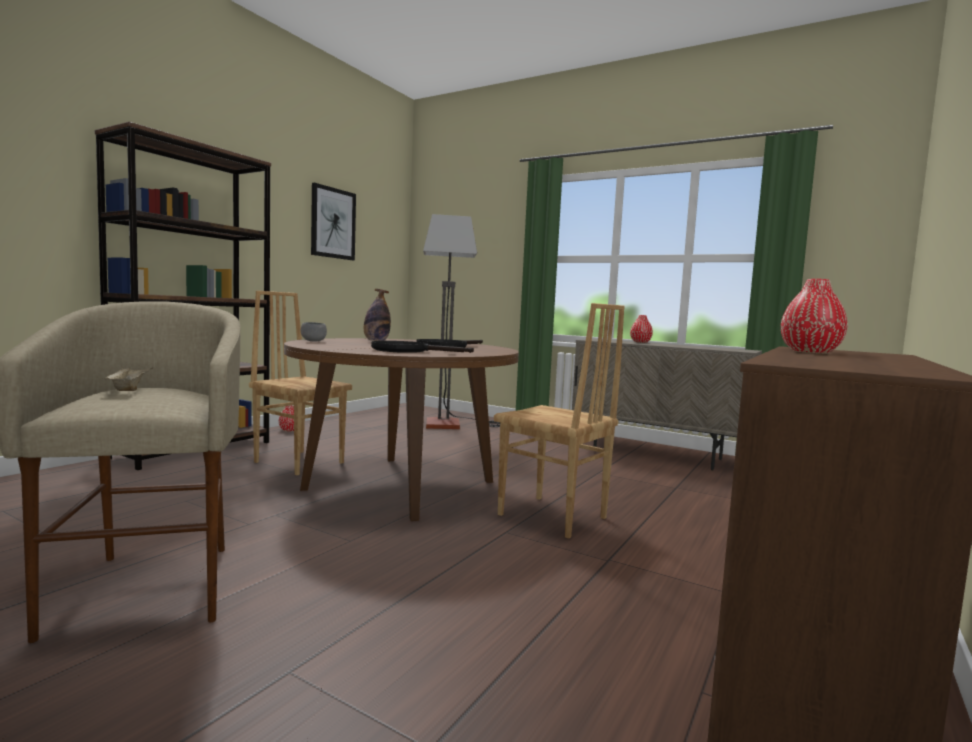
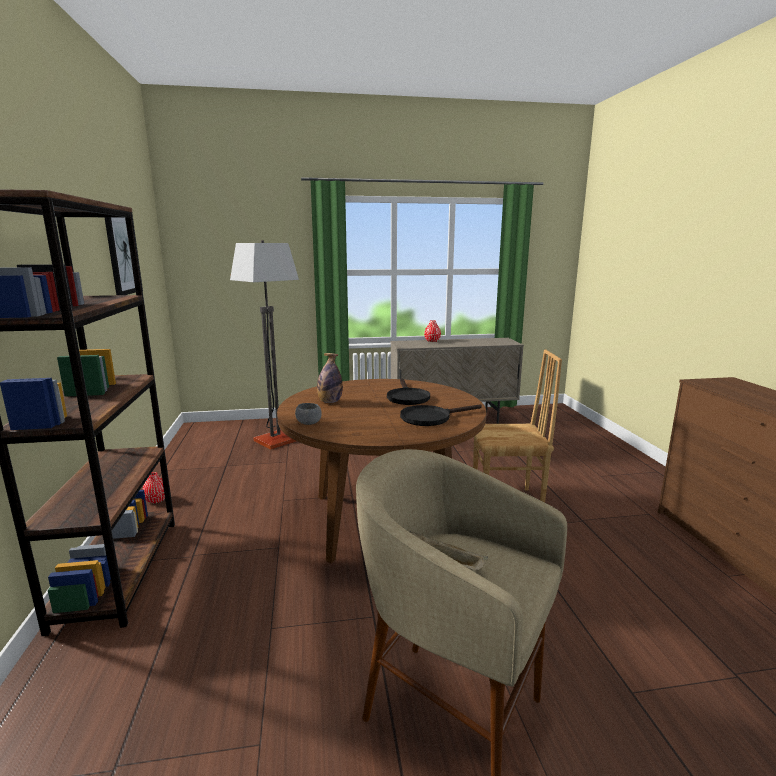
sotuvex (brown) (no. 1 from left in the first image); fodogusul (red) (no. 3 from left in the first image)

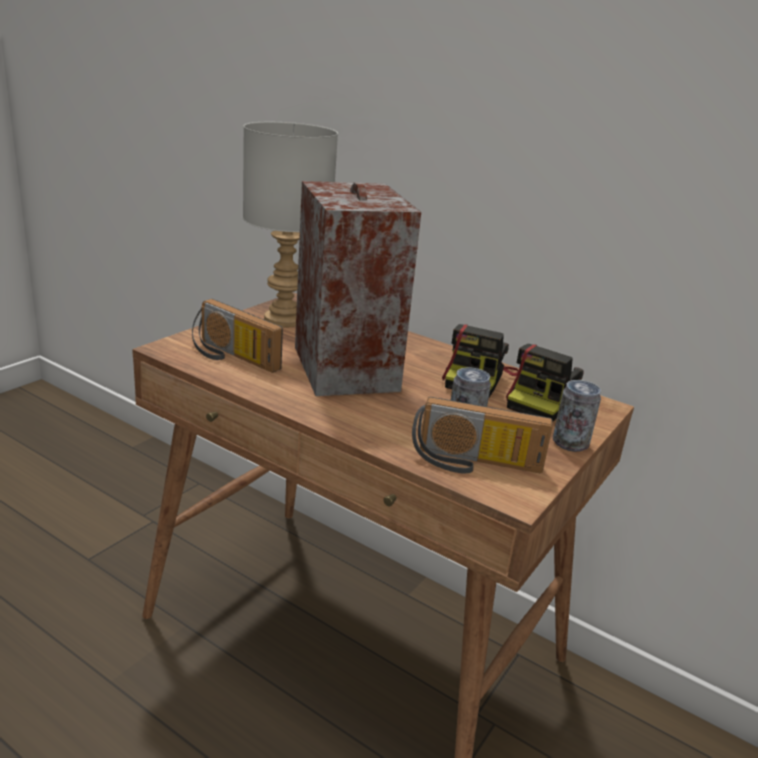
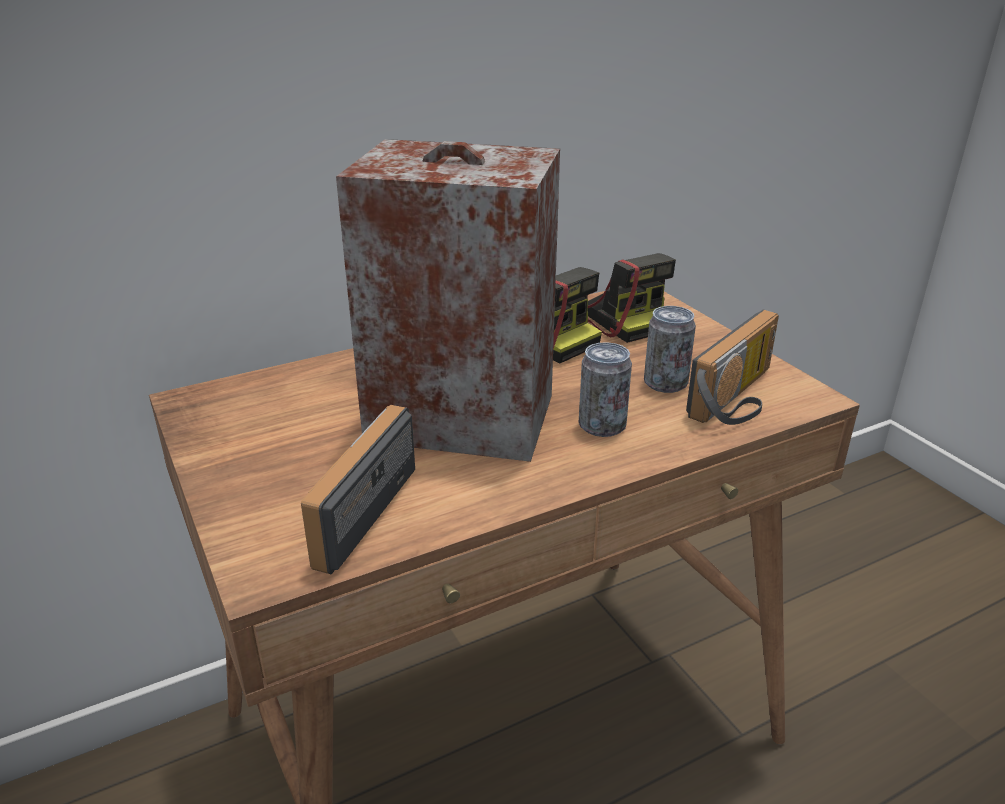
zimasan (no. 1 from left); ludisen (no. 1 from left); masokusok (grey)

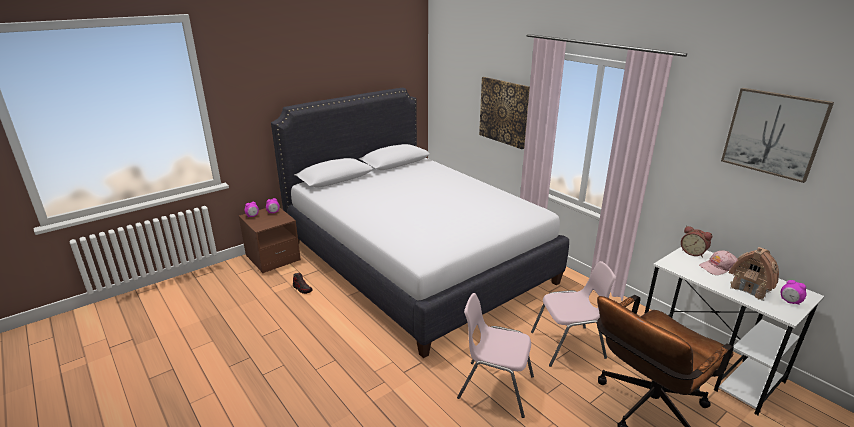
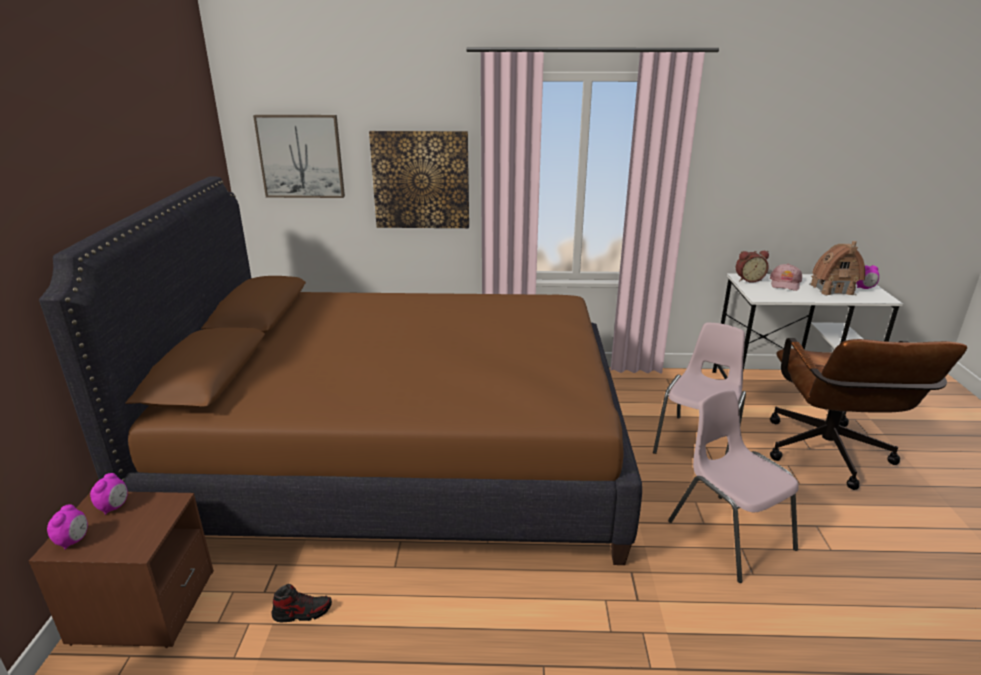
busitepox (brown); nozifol (no. 1 from left); sotuvex (pink) (no. 2 from left)

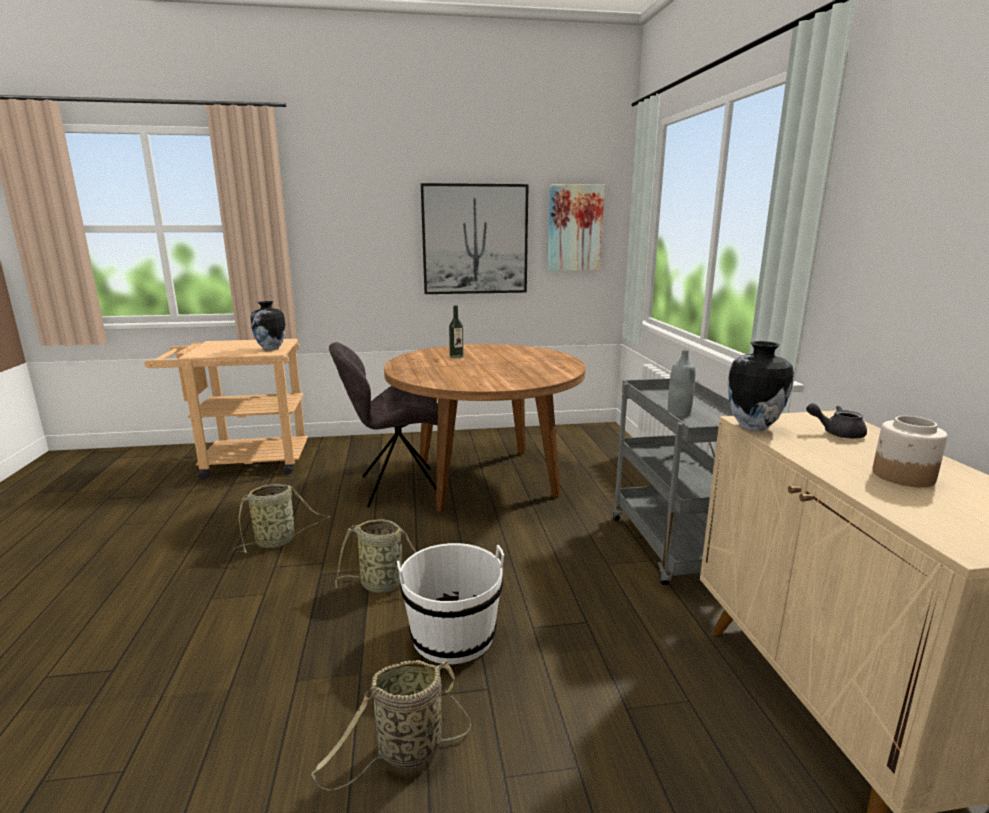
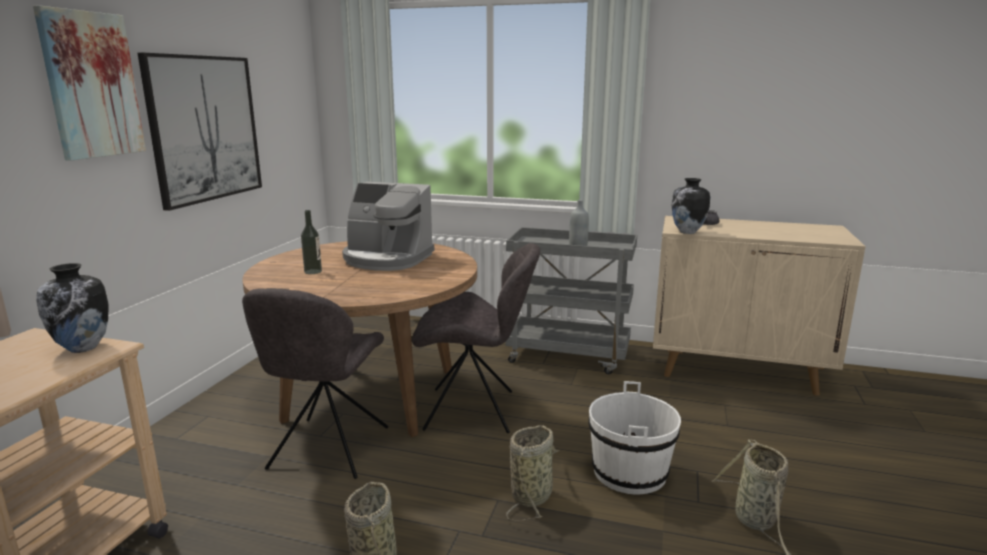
nozifol (no. 1 from left); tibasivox; sotuvex (grey) (no. 2 from left); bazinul

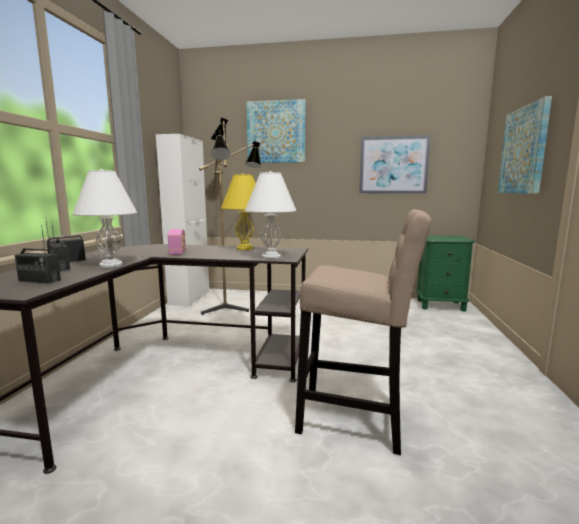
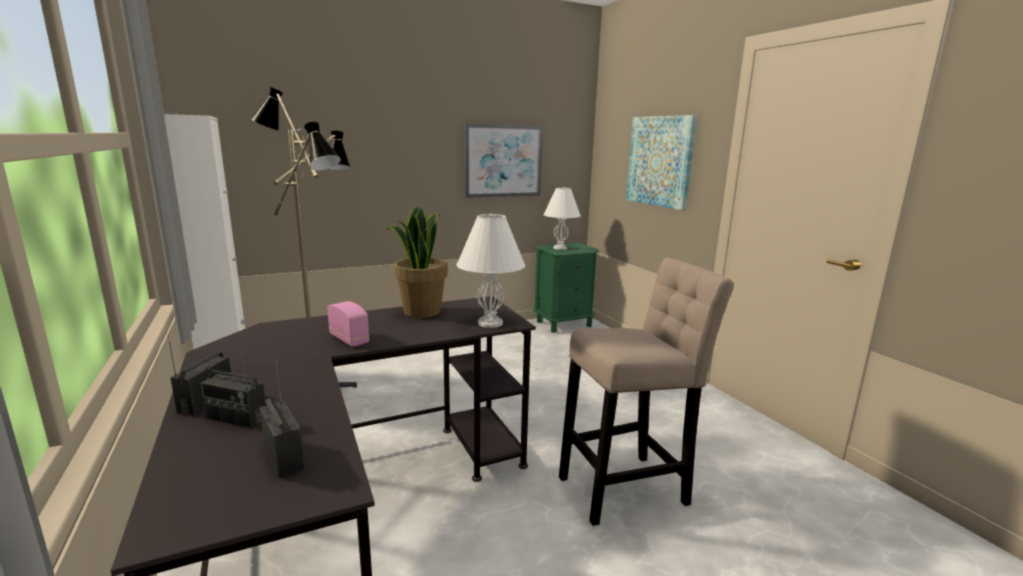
zimasan (no. 3 from left); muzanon; masokusok (white) (no. 2 from left); nozifol (no. 1 from left in the first image)

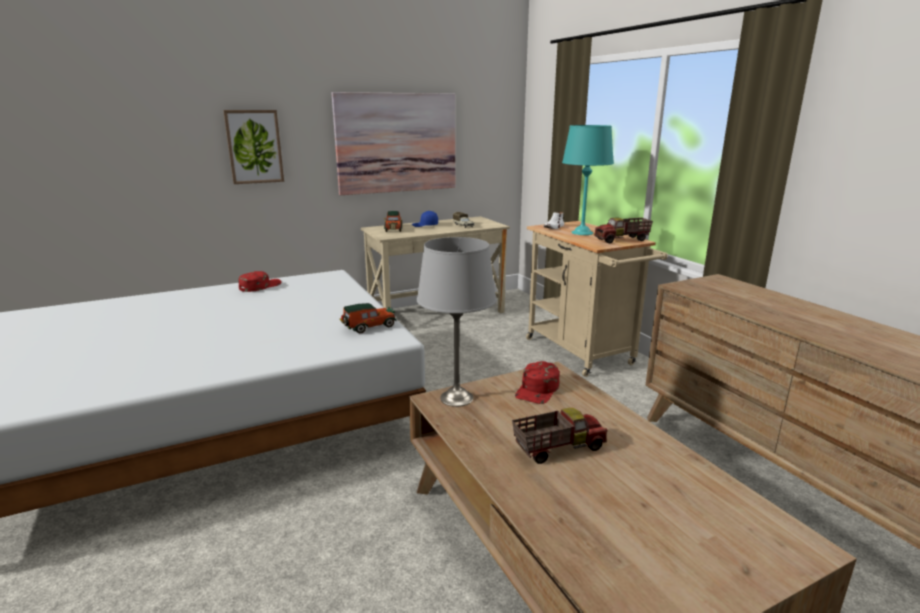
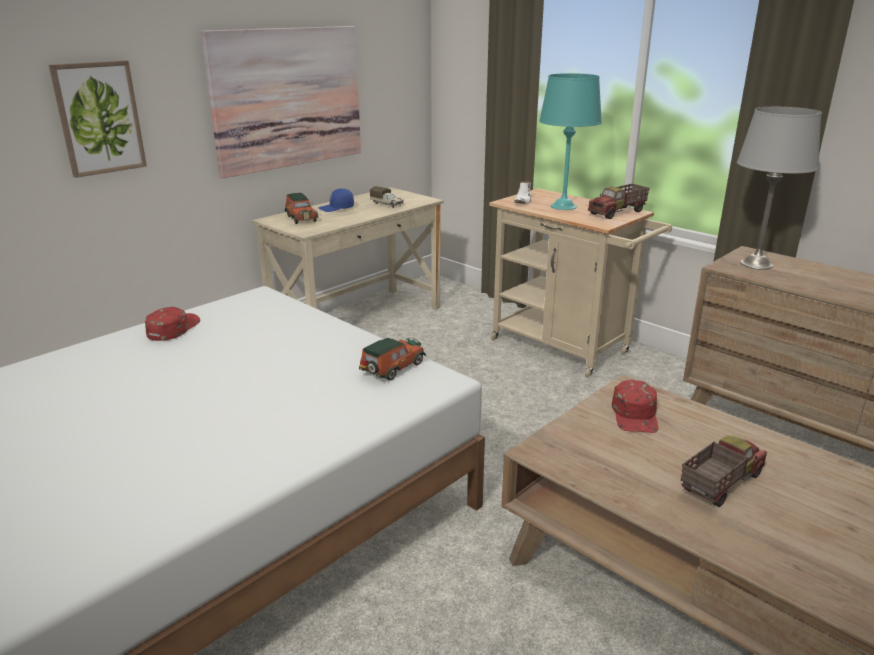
masokusok (grey)

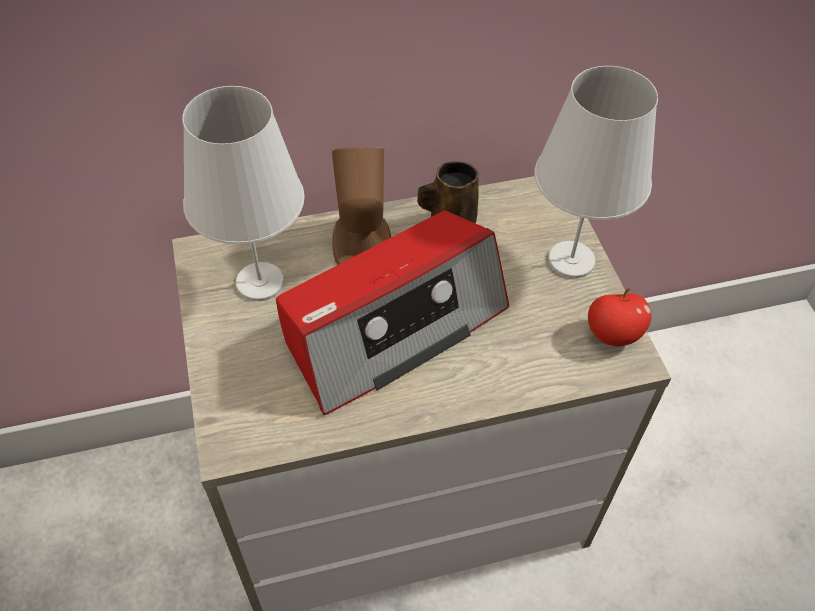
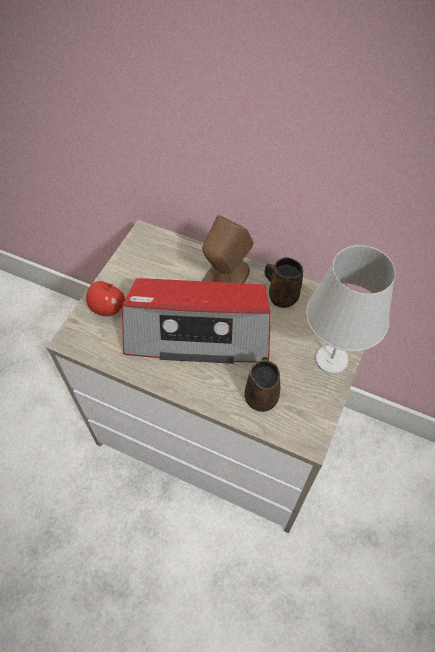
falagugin; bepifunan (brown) (no. 1 from left); masokusok (white) (no. 1 from left in the first image)

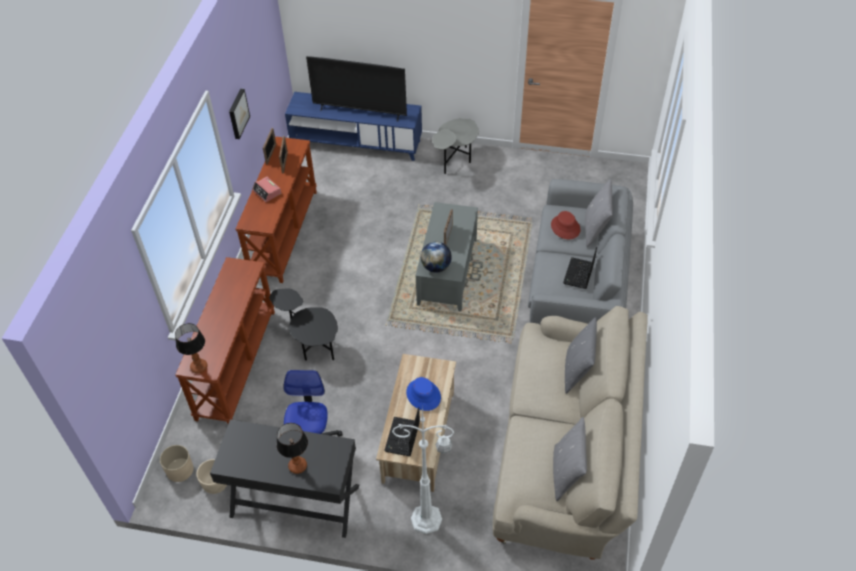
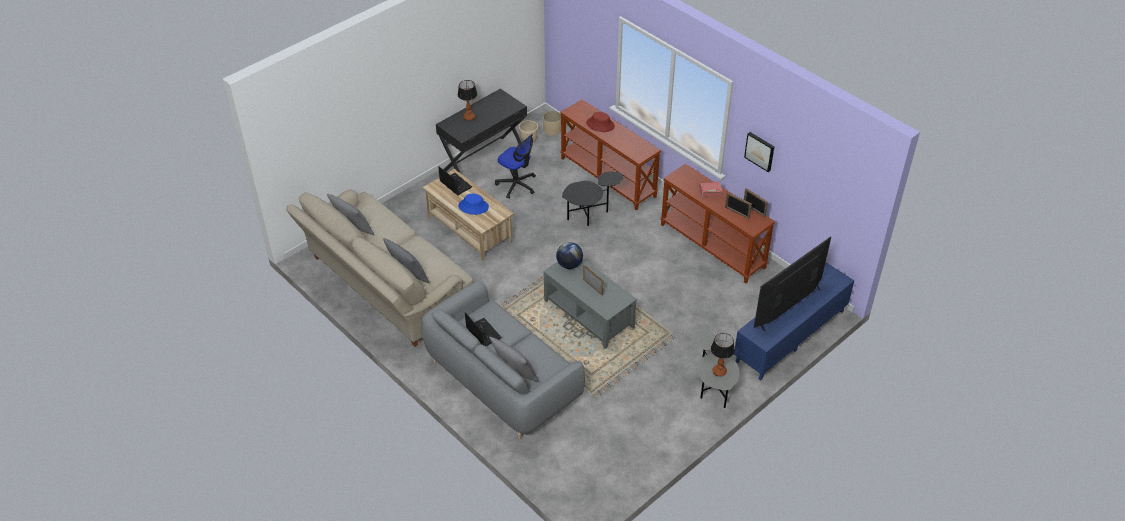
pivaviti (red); masokusok (no. 2 from left); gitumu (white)

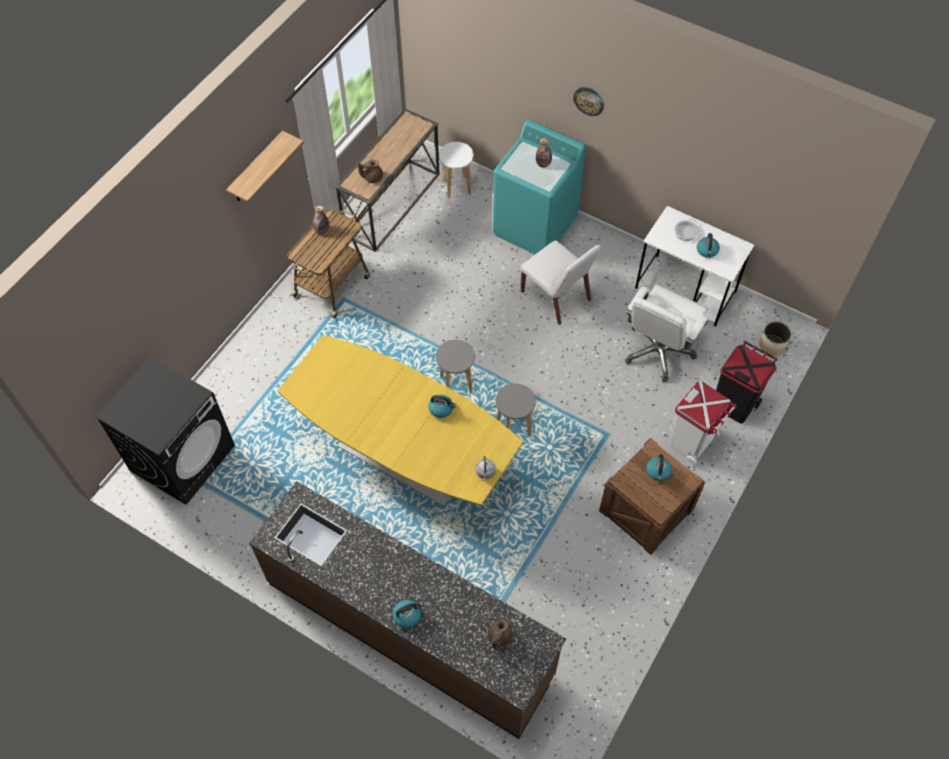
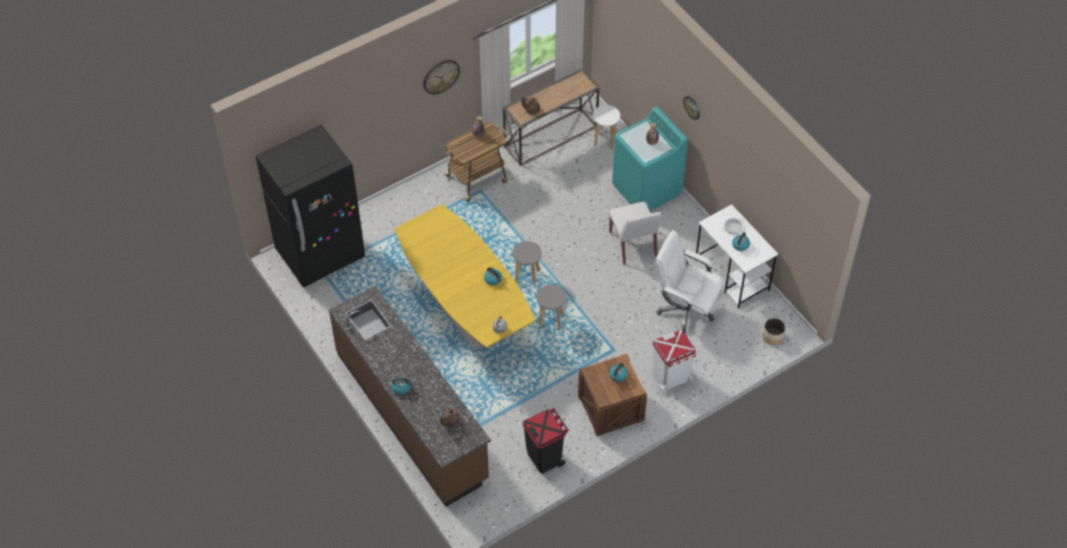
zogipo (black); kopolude (no. 1 from left); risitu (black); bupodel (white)

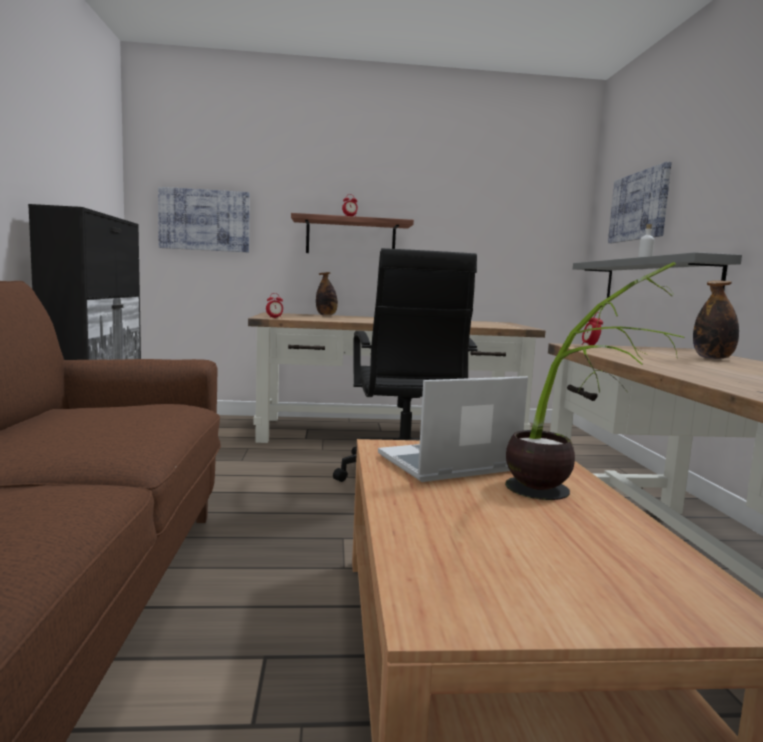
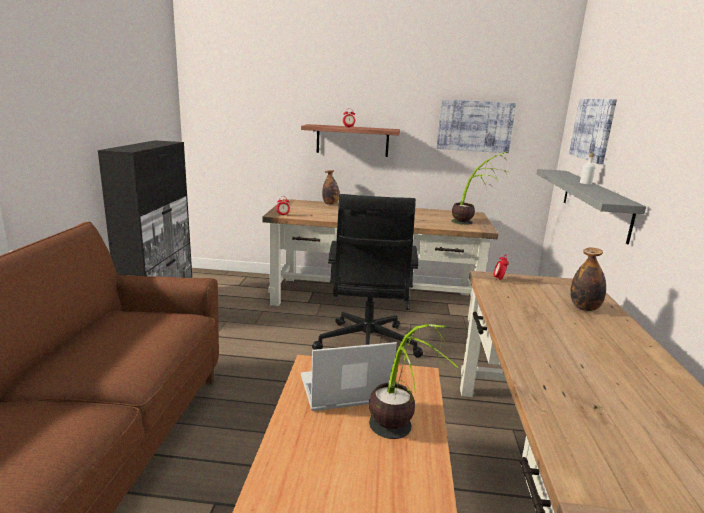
nozifol (no. 1 from left); muzanon (no. 2 from left)

